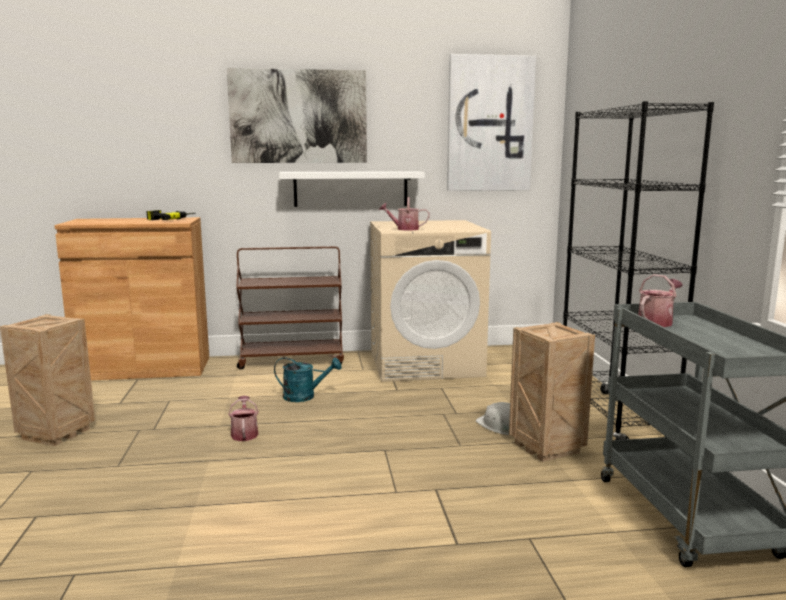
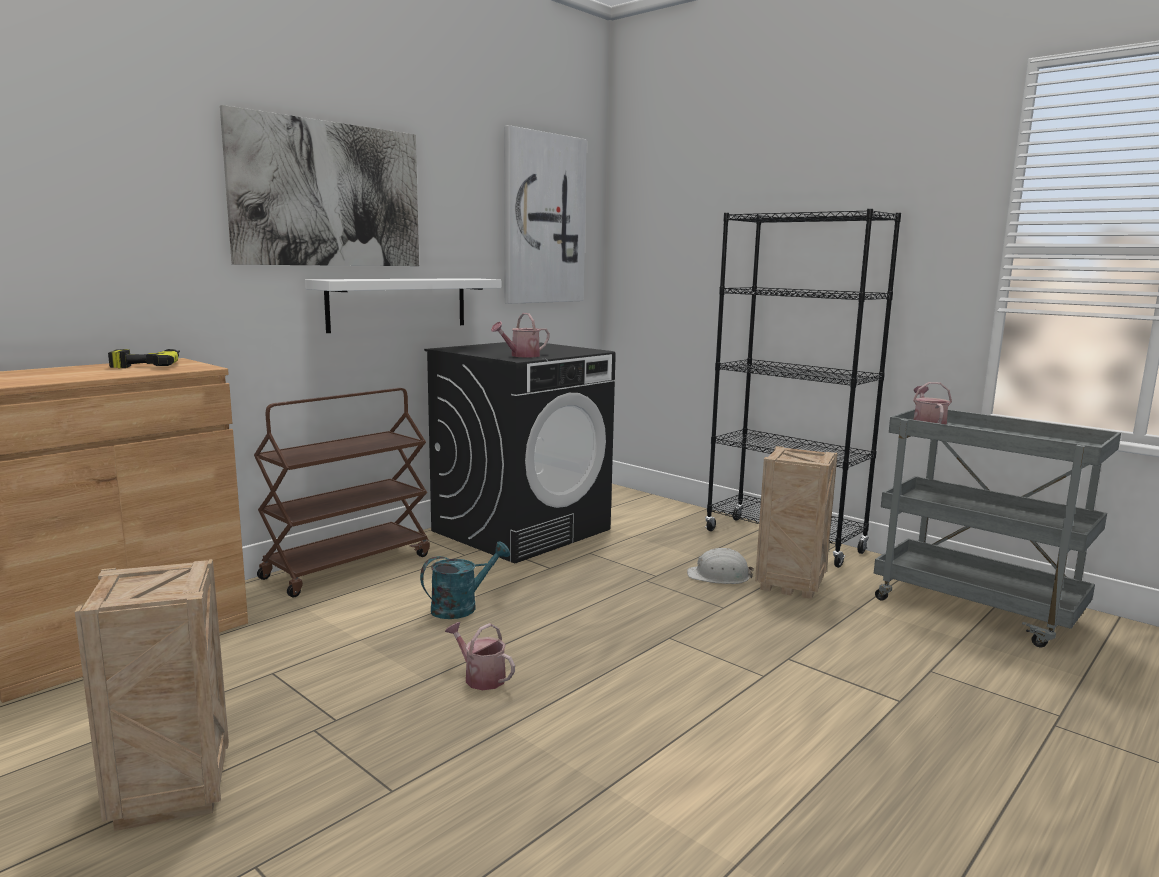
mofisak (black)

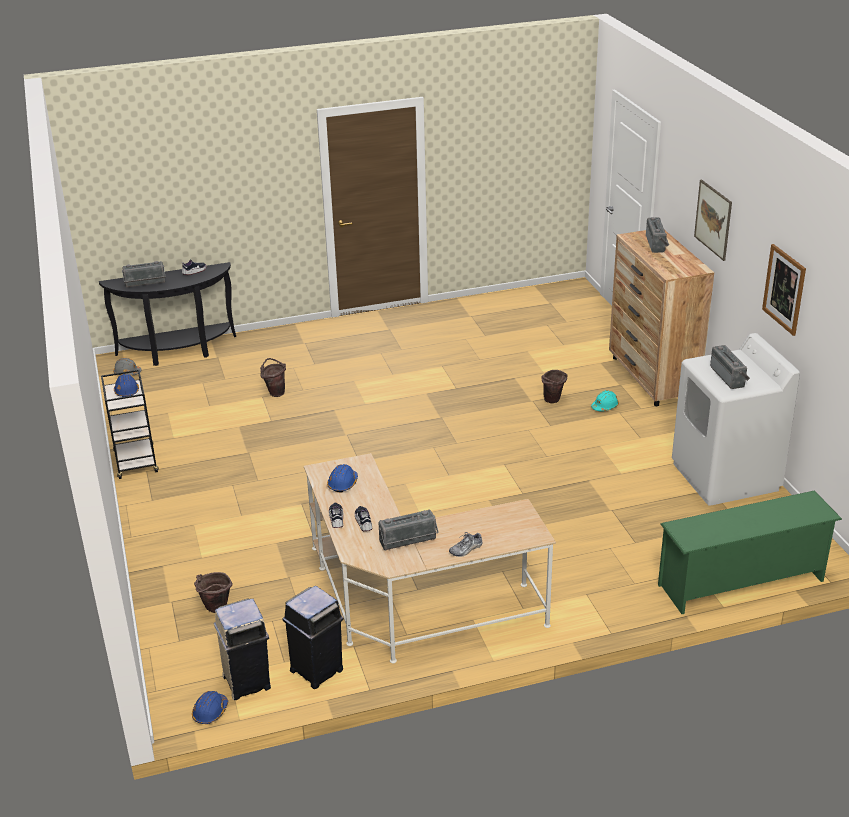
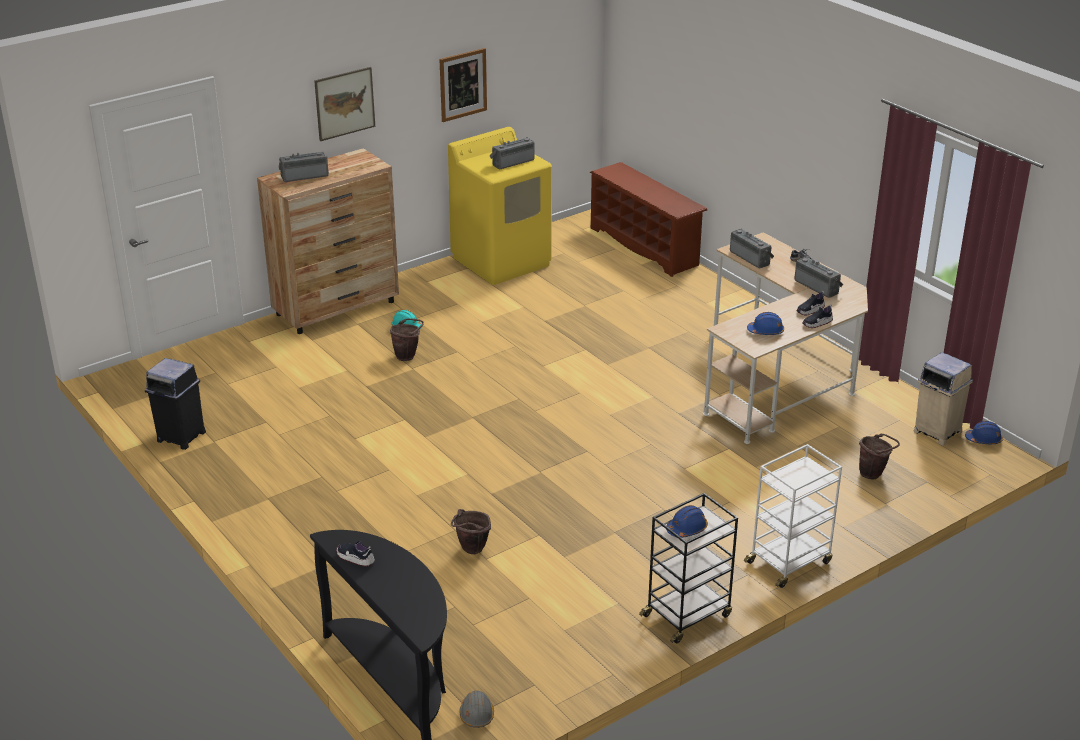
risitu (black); mofisak (yellow); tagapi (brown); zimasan (no. 3 from left); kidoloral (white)

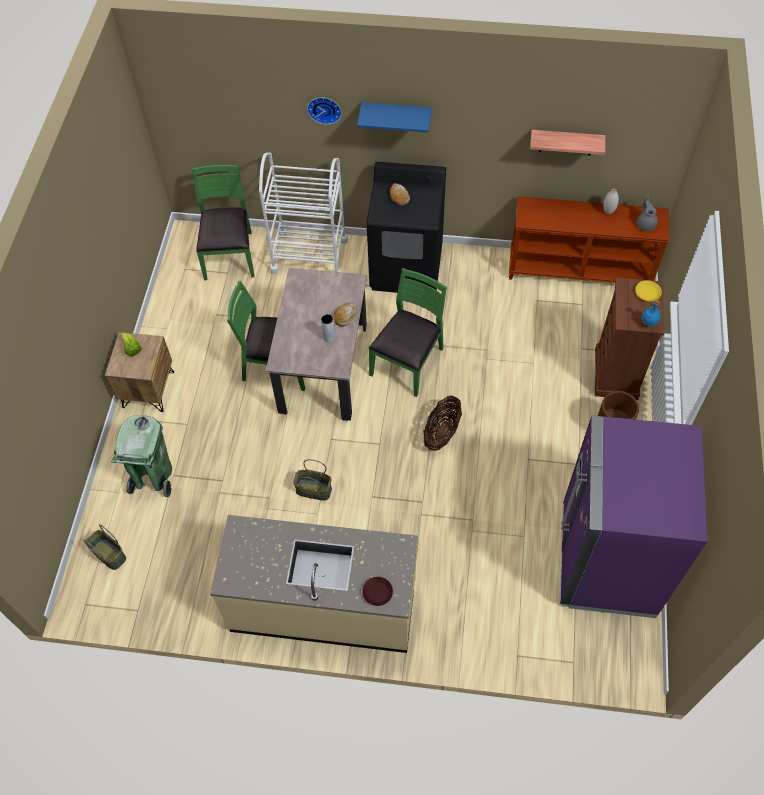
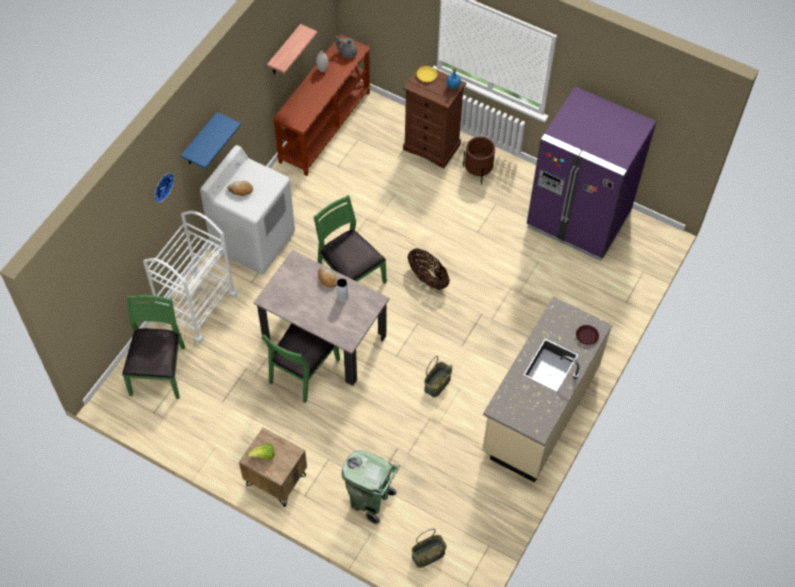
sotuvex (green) (no. 1 from left); mofisak (white)

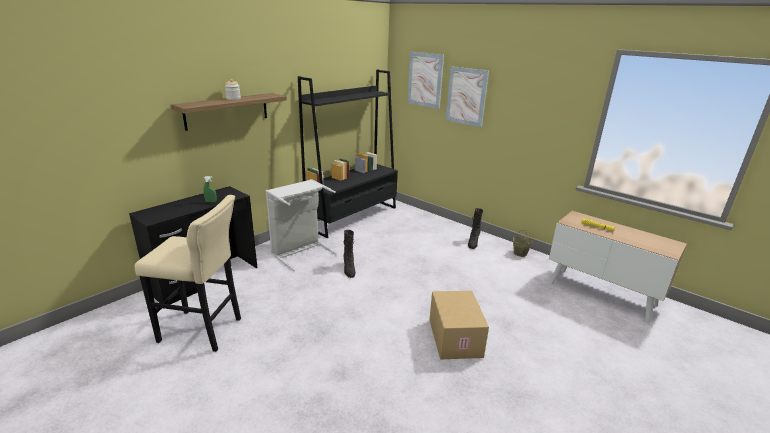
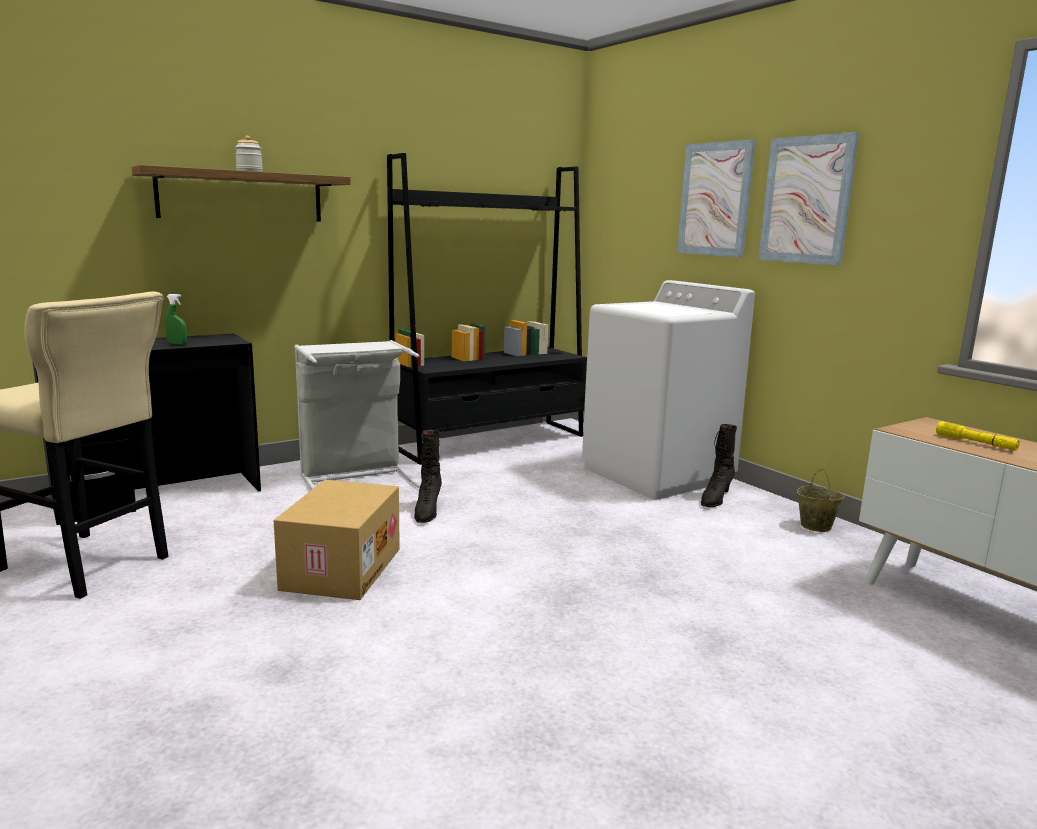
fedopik; mofisak (white); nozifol (no. 2 from left)

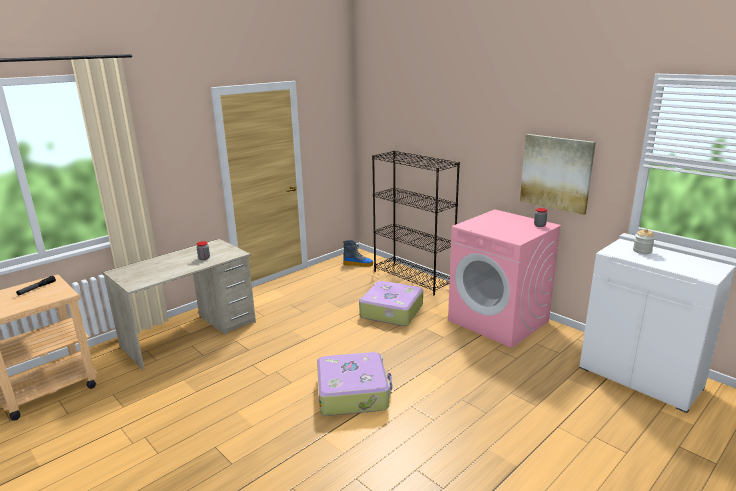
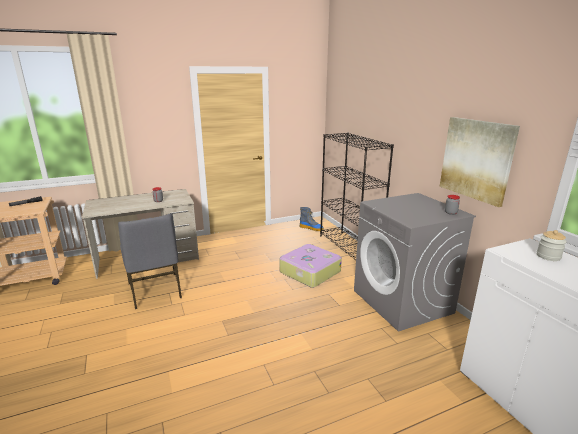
sotuvex (grey); mofisak (grey); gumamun (no. 1 from left in the first image)

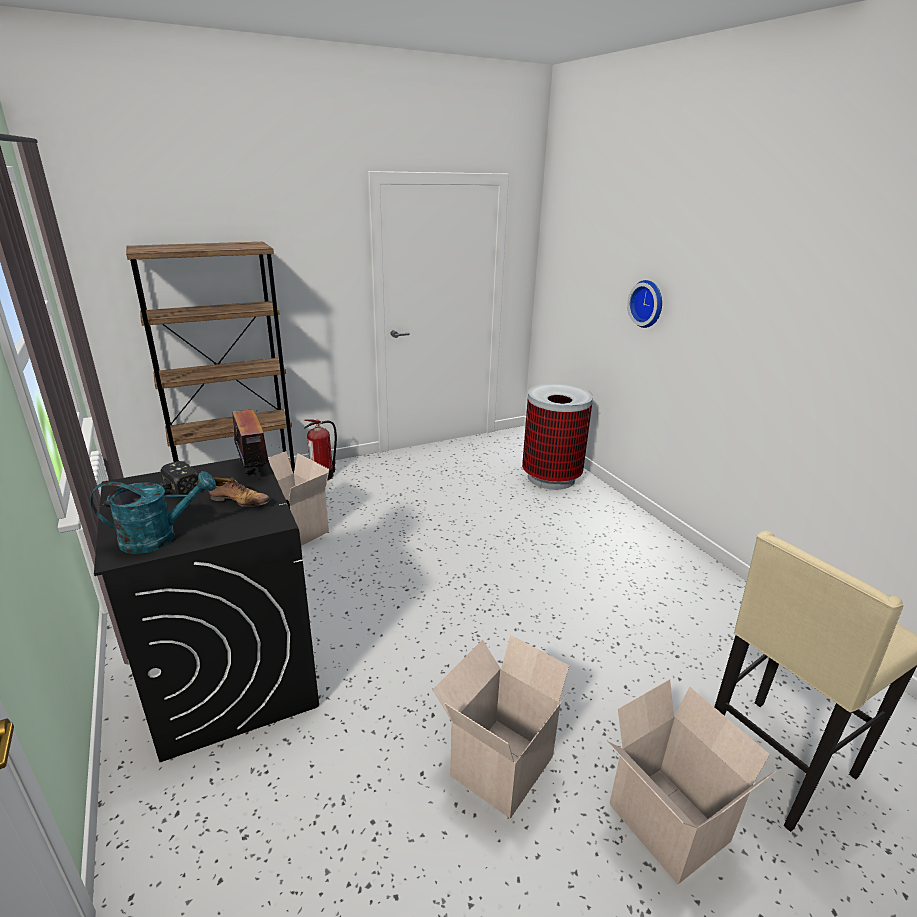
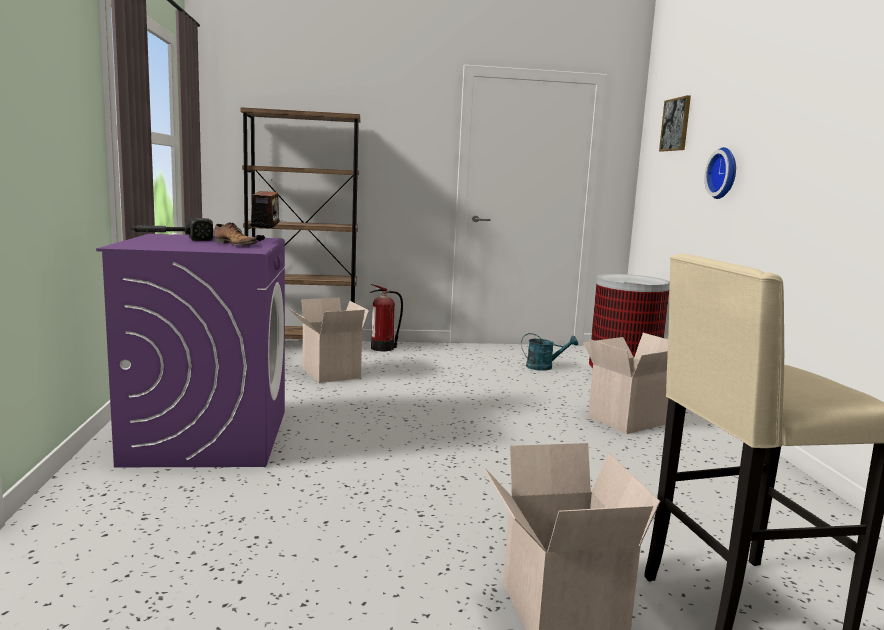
mofisak (purple); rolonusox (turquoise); fedopik (no. 3 from left); nozifol

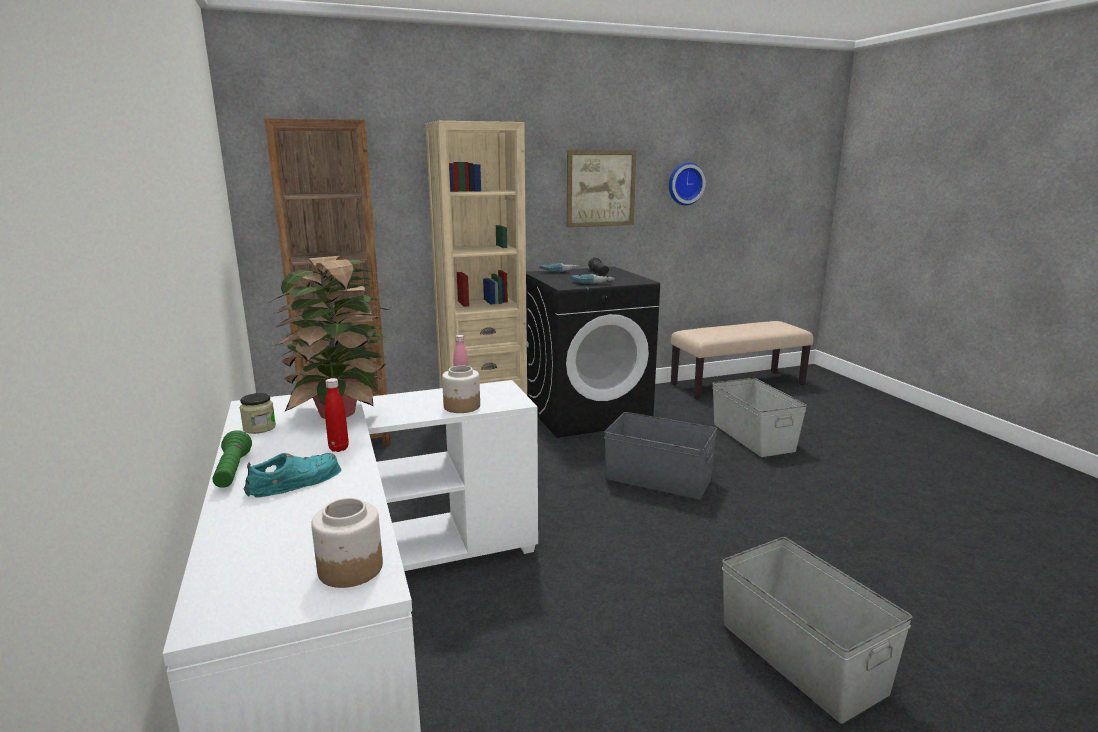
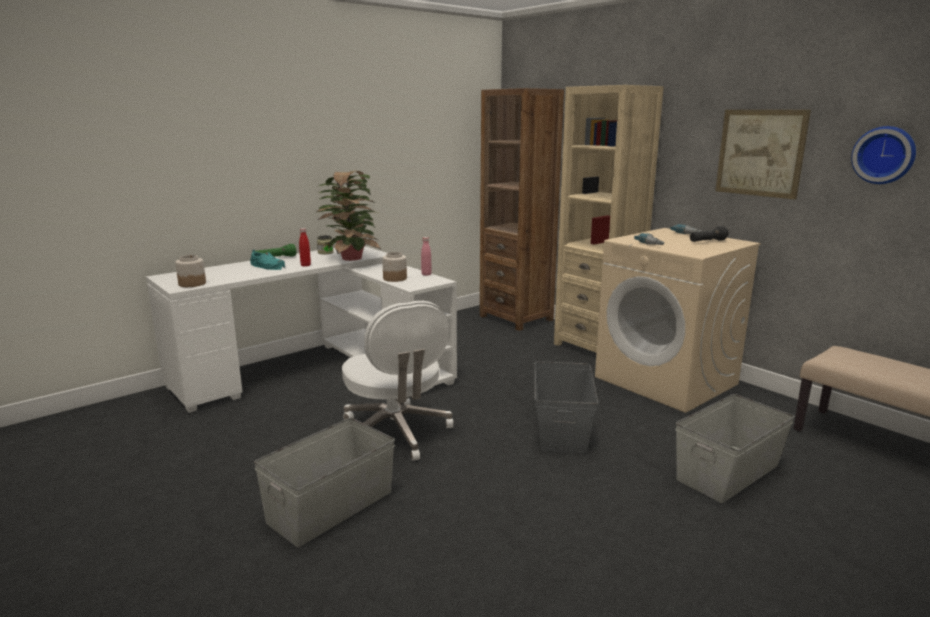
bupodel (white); mofisak (beige)

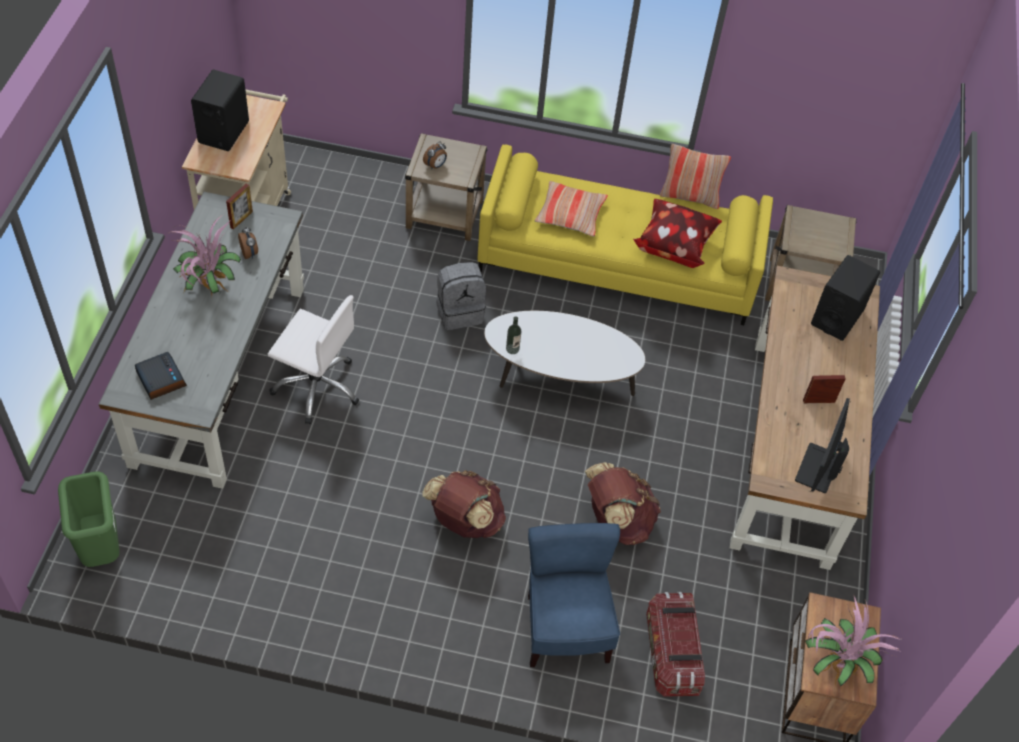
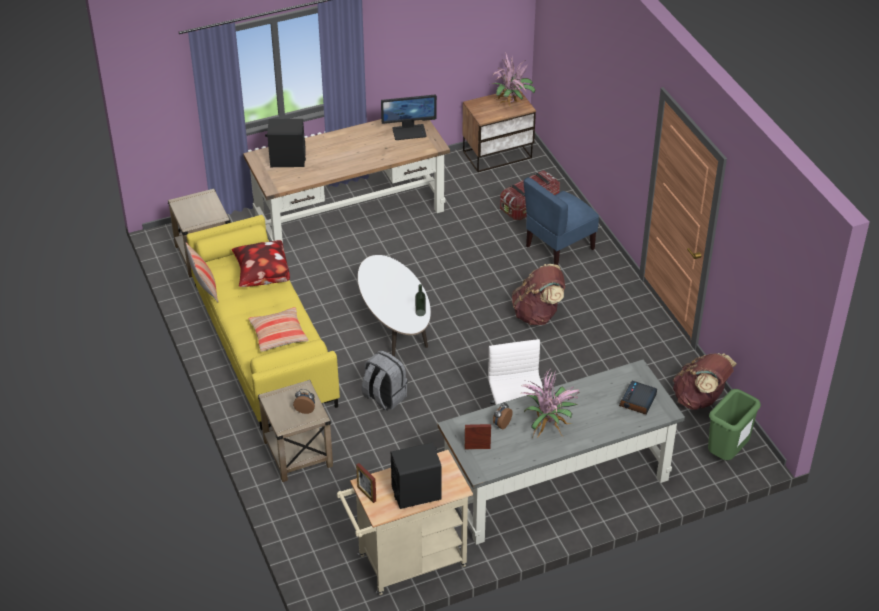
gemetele (no. 1 from left); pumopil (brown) (no. 2 from left)

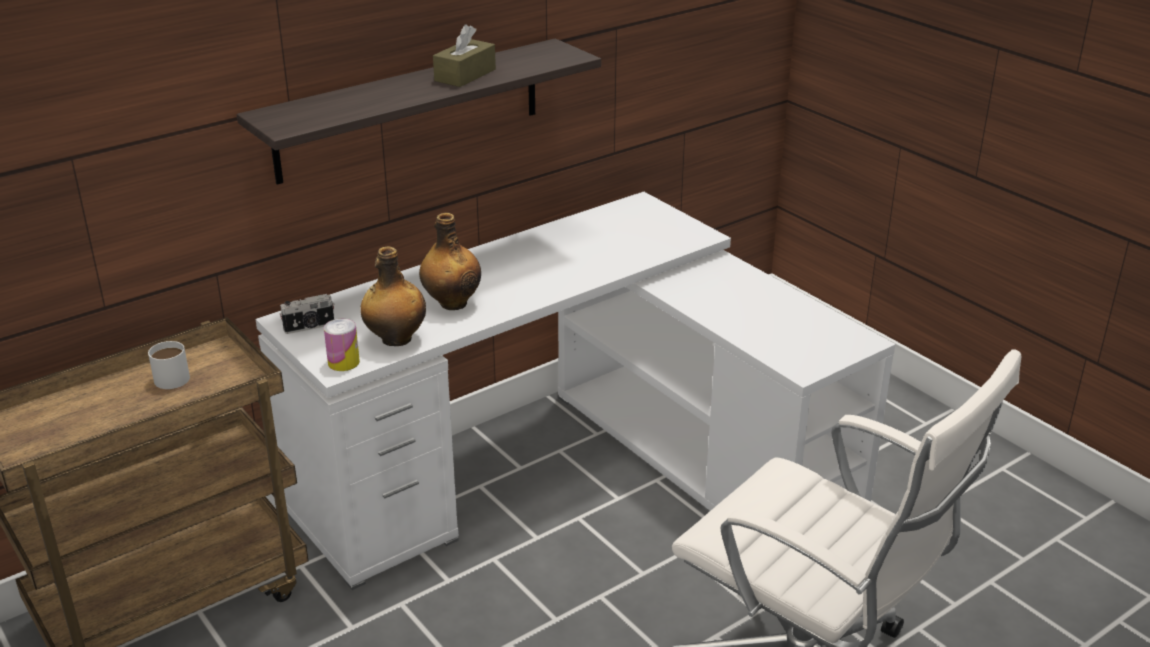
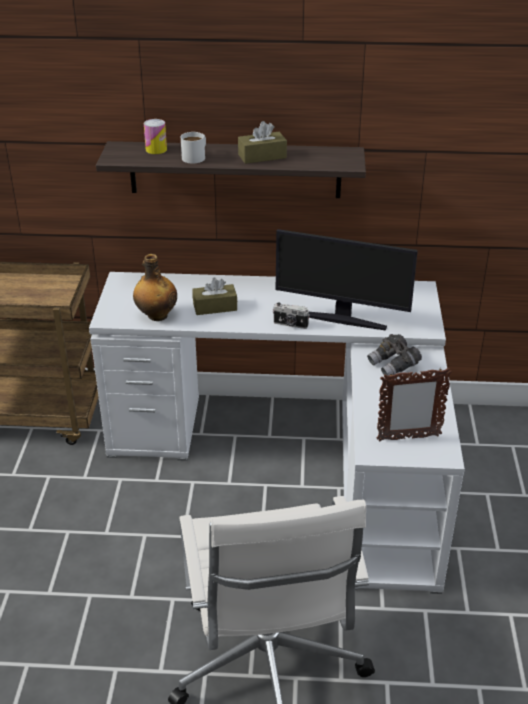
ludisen; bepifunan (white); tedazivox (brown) (no. 1 from left); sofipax; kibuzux; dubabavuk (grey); gemetele

